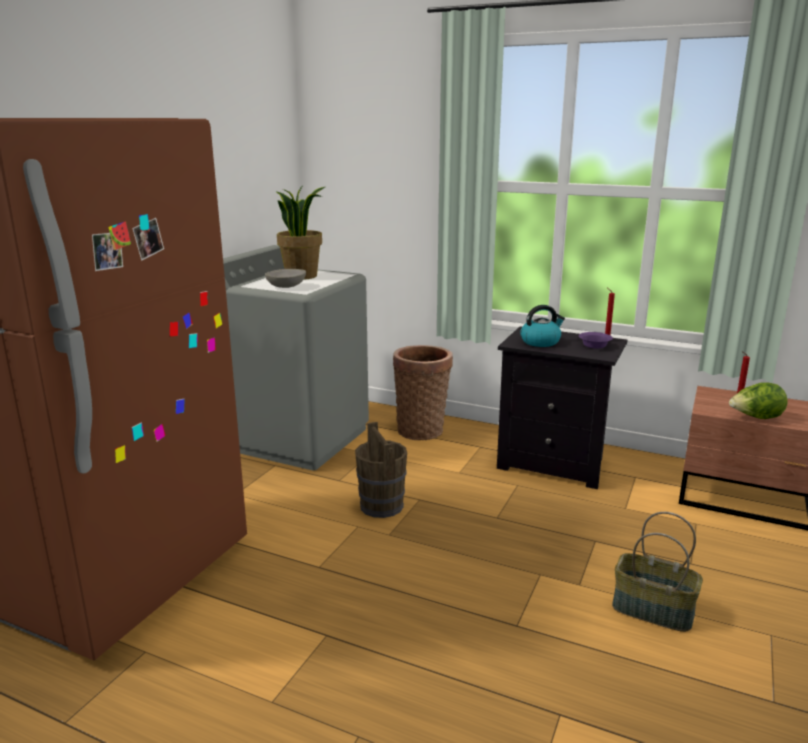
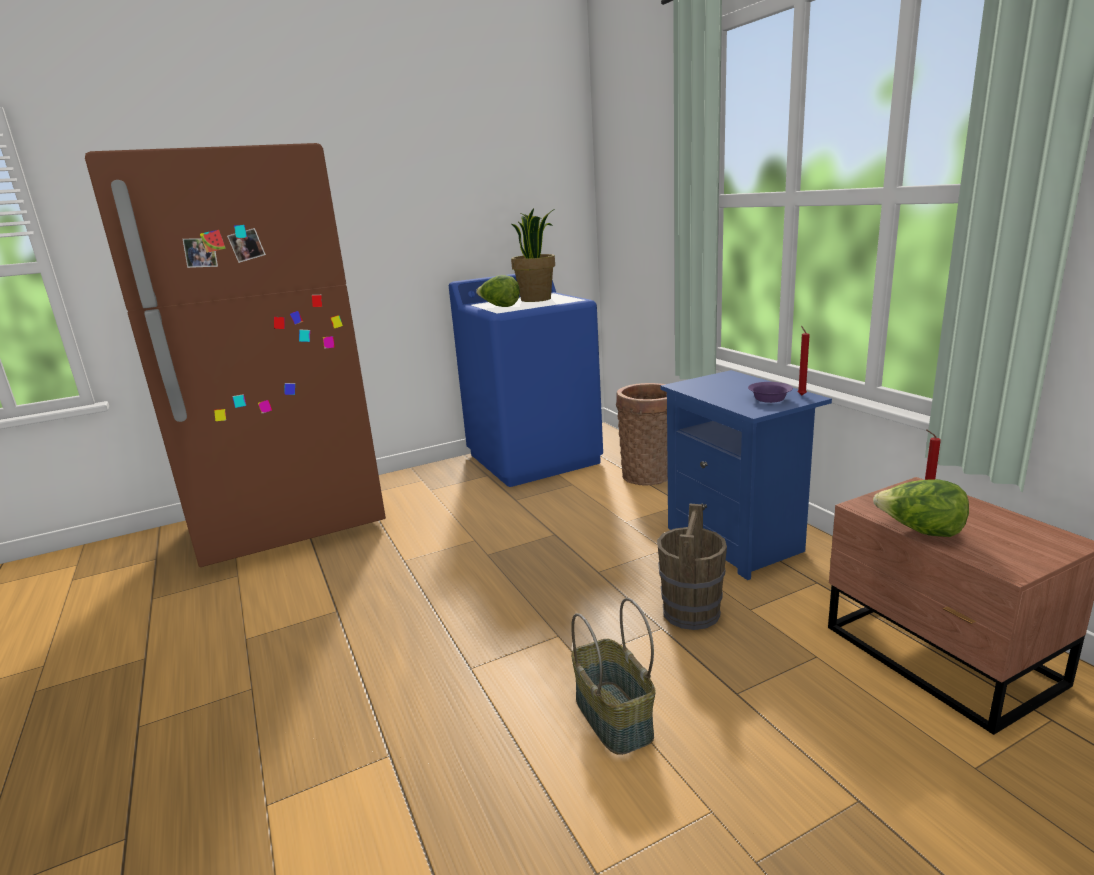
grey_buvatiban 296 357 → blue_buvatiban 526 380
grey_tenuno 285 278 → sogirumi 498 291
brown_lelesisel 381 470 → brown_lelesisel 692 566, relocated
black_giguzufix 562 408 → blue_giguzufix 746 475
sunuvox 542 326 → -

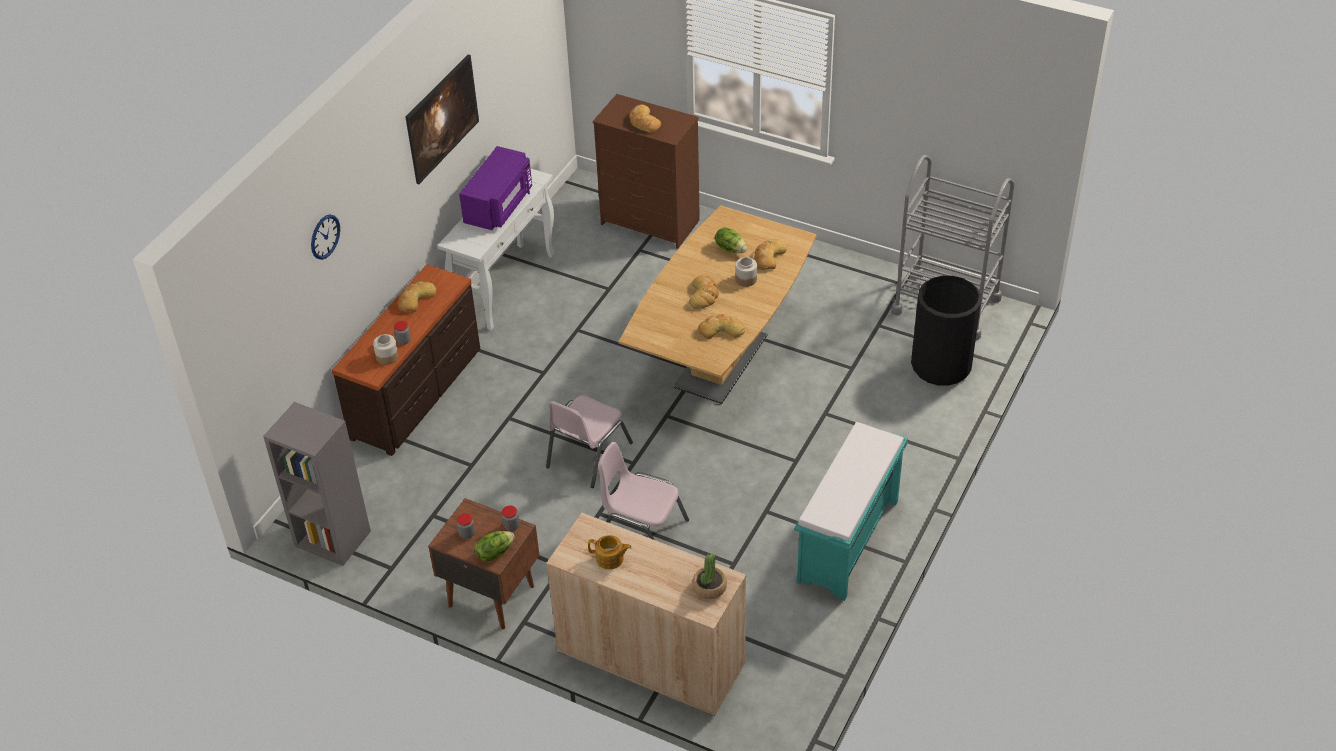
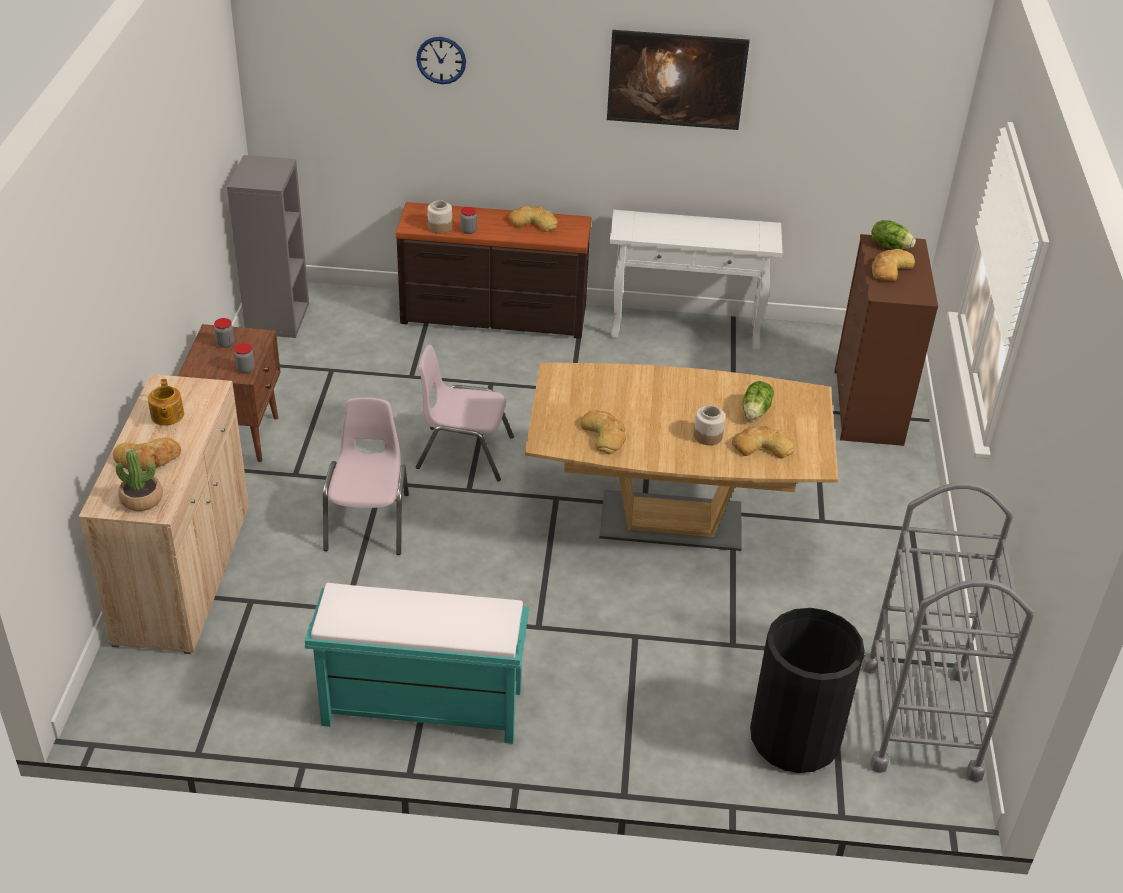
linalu 704 292 → linalu 147 454, relocated
sogirumi 494 546 → sogirumi 894 234, relocated
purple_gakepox 495 188 → -

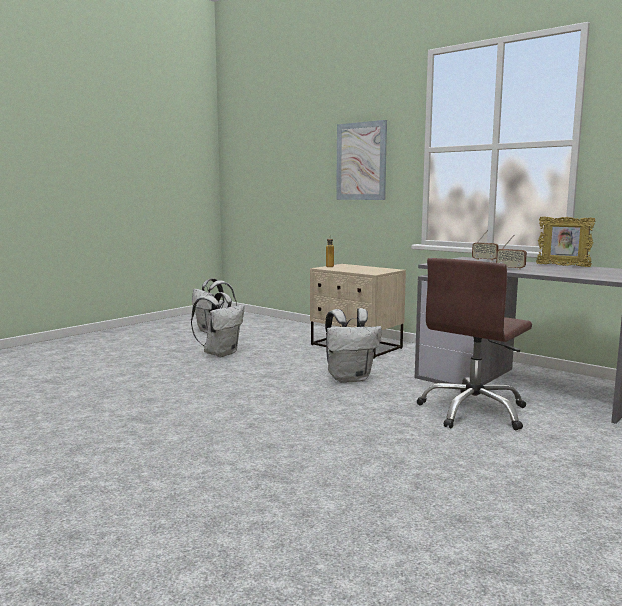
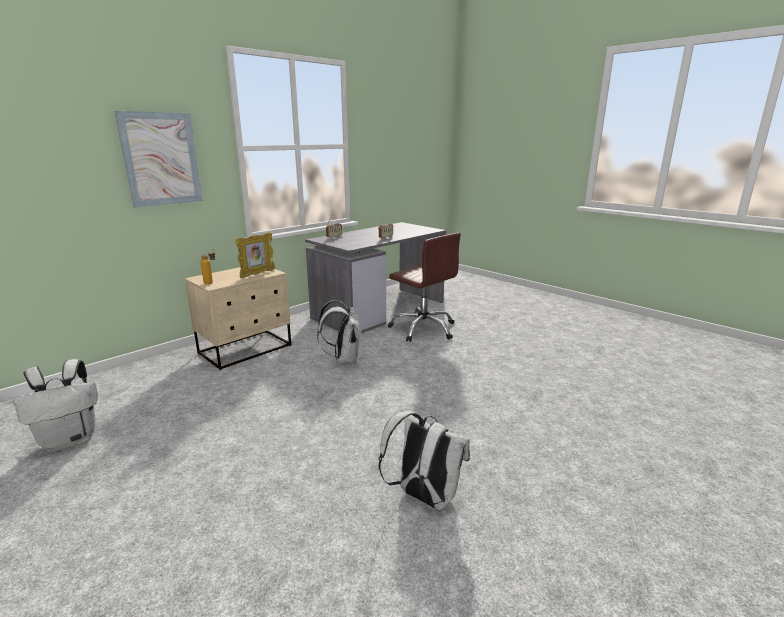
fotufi 565 242 → fotufi 255 255, relocated
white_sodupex 217 324 → white_sodupex 424 460, relocated

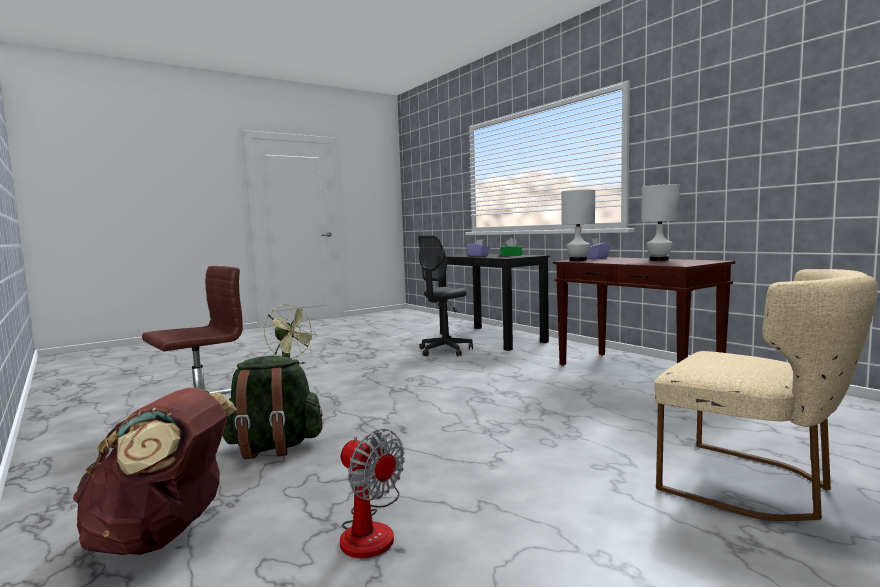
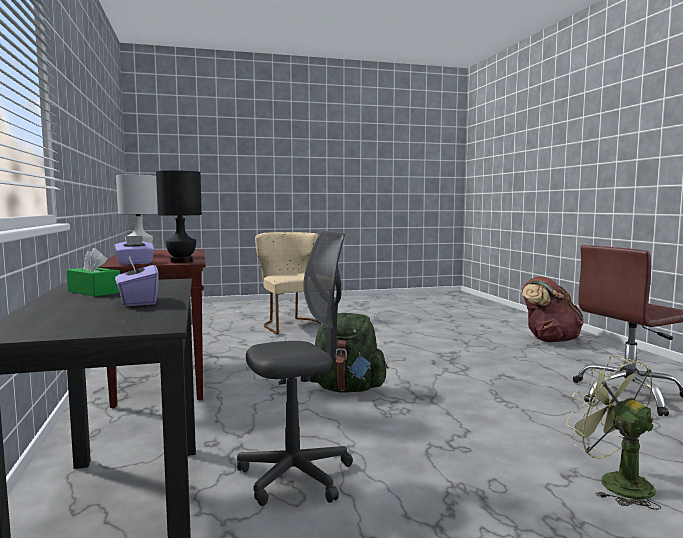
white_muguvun 578 225 → black_muguvun 179 216
green_sodupex 272 407 → green_sodupex 349 353, relocated
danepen 372 493 → -

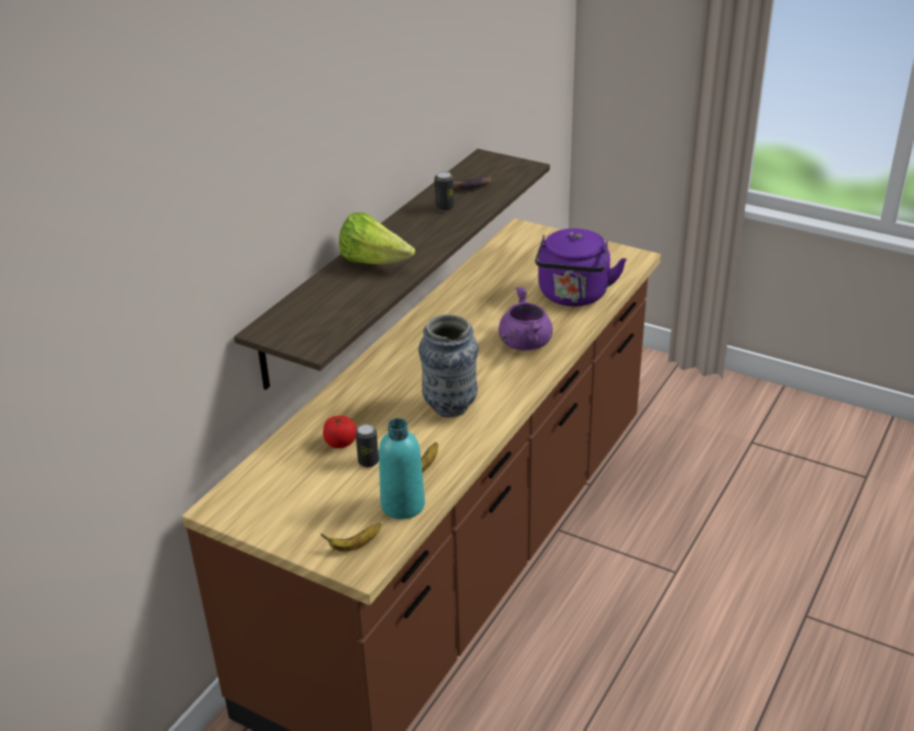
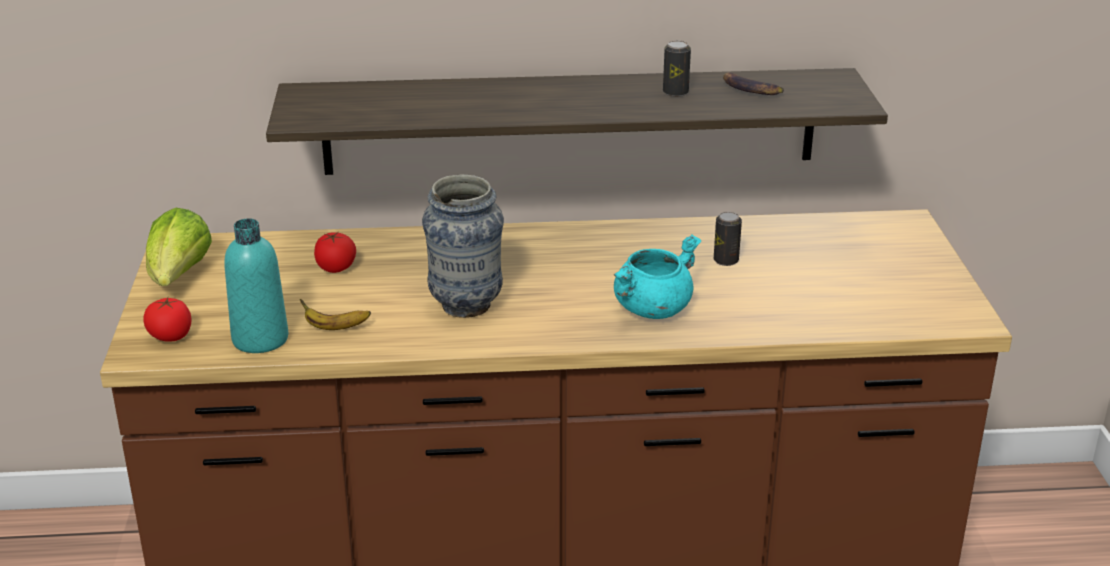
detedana 351 537 → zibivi 167 320
sogirumi 377 238 → sogirumi 179 247, relocated
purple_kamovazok 526 318 → turquoise_kamovazok 657 277
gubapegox 367 445 → gubapegox 728 239, relocated
purple_sunuvox 581 267 → -

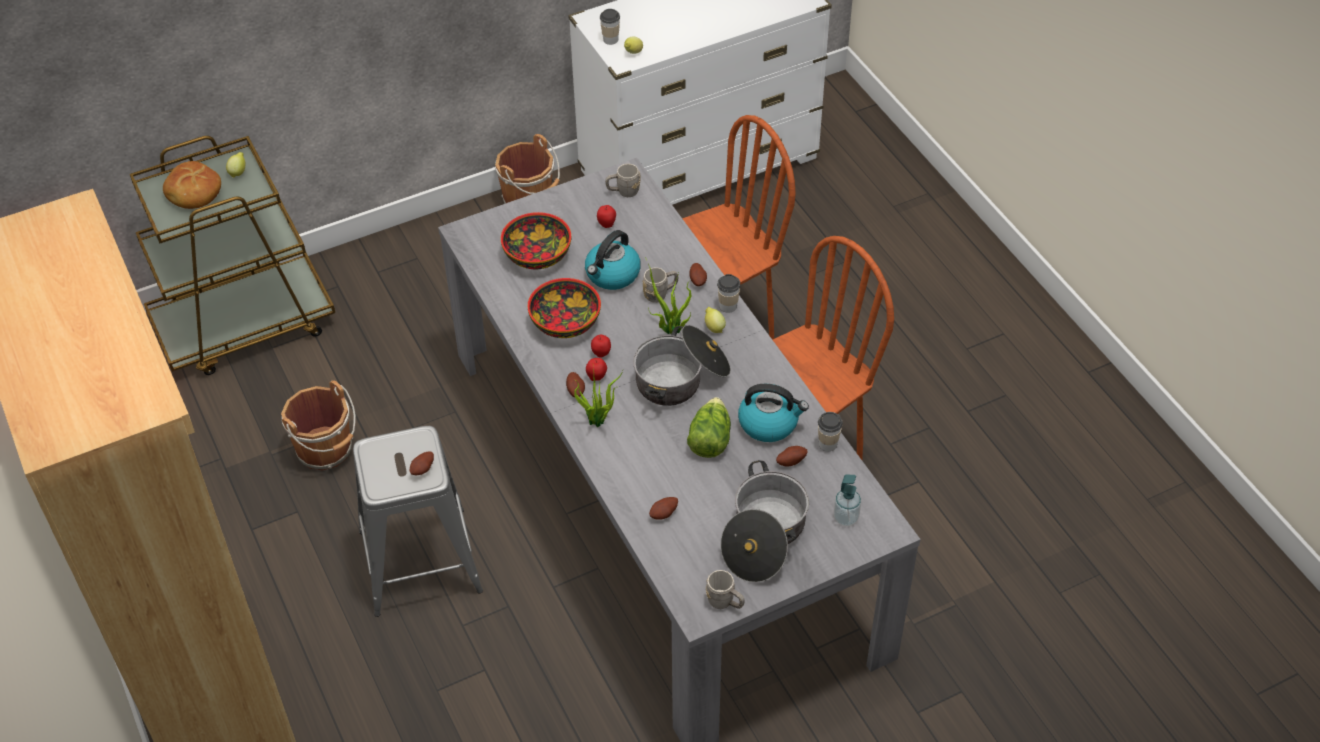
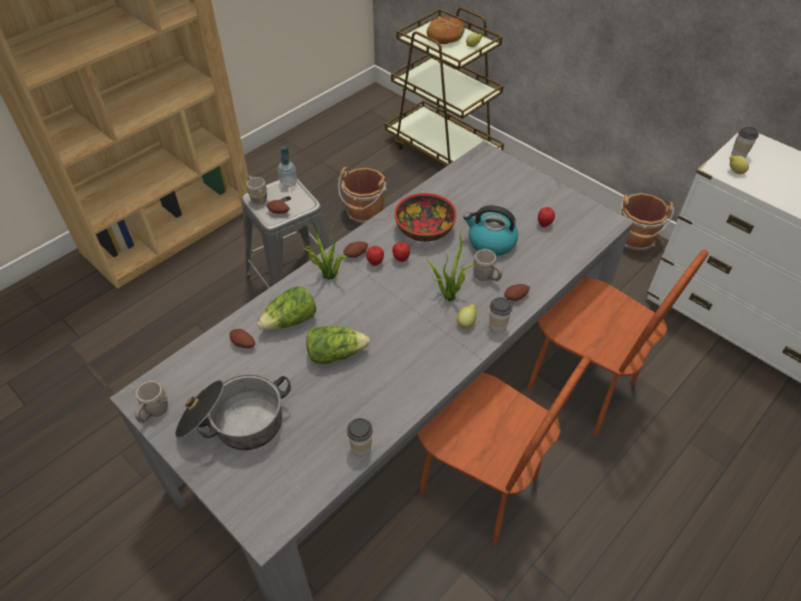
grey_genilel 623 180 → grey_genilel 257 190, relocated
- → sogirumi 286 308
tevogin 847 500 → tevogin 287 167, relocated
tenuno 536 240 → -
kamovazok 682 365 → -
sunuvox 773 413 → -
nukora 792 456 → -

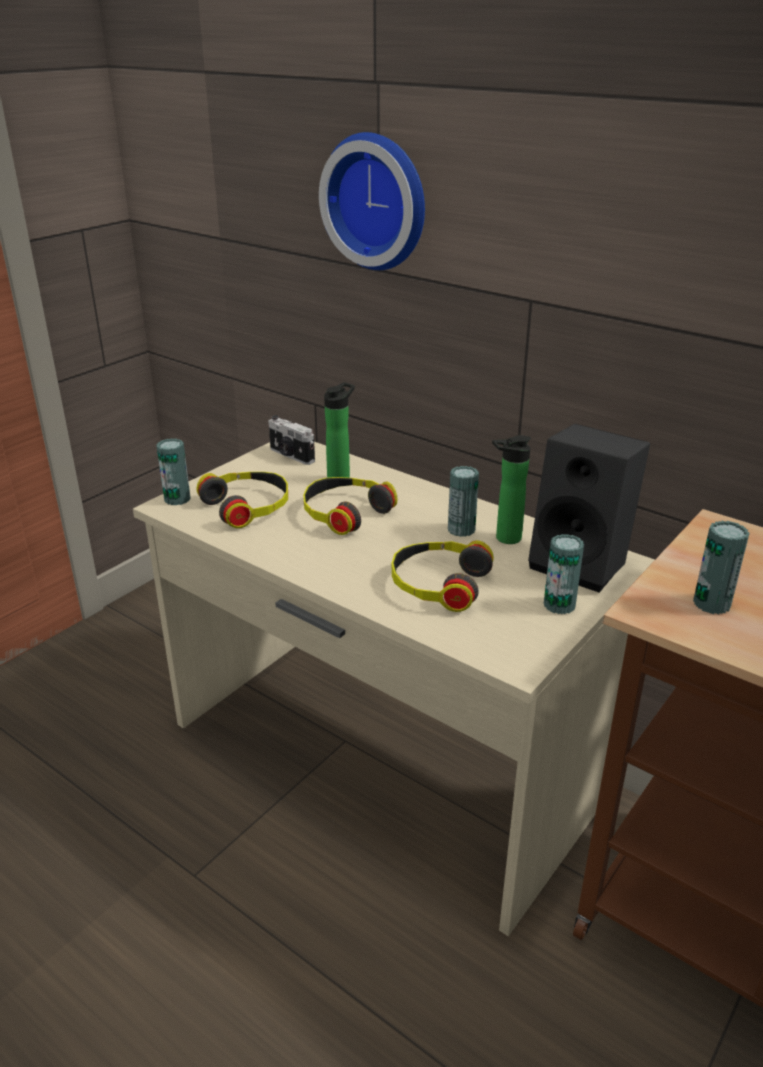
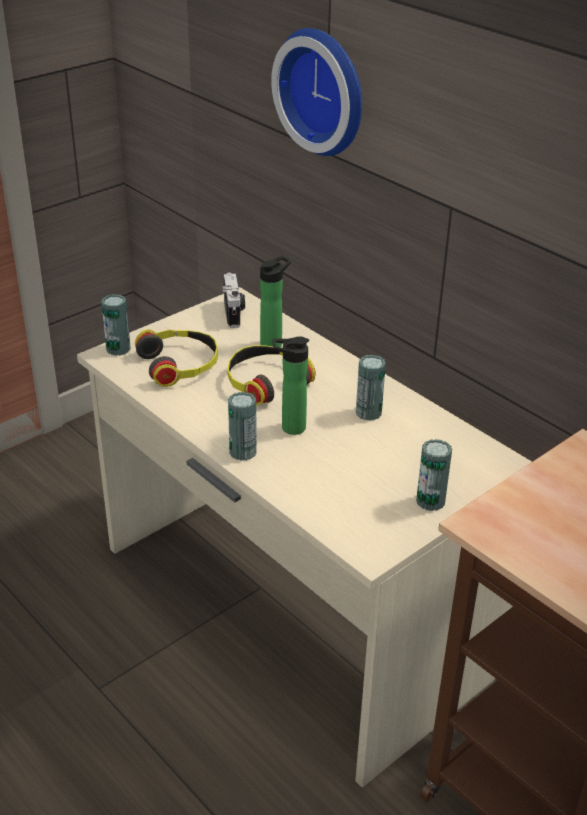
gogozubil 291 440 → gogozubil 233 300, 150 degrees counterclockwise
gubapegox 721 567 → gubapegox 242 426, relocated
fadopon 511 489 → fadopon 291 386, relocated
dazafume 443 576 → -
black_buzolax 589 508 → -

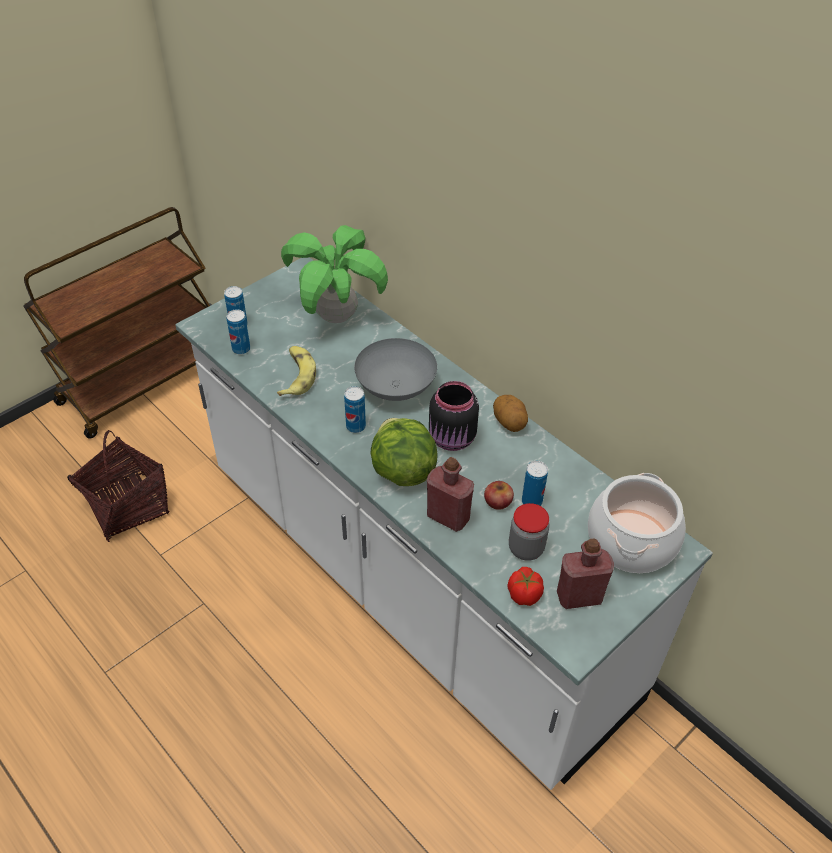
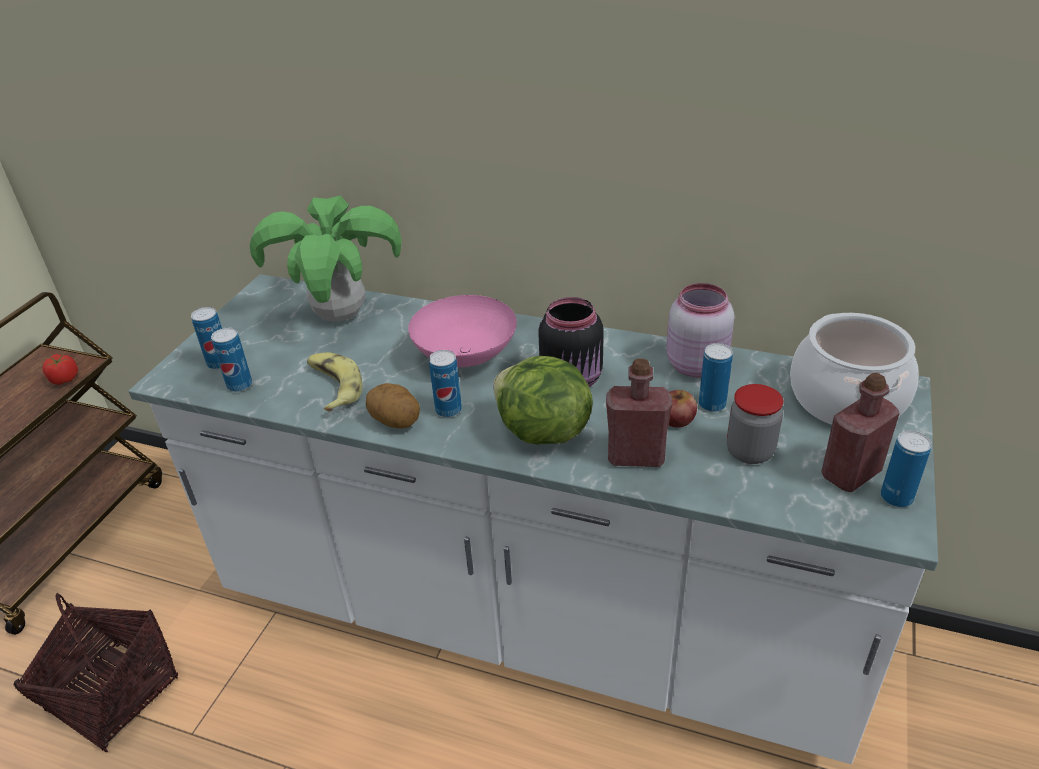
zibivi 525 586 → zibivi 60 369, relocated
nukora 510 413 → nukora 393 406, relocated
grey_tenuno 395 369 → pink_tenuno 462 331
- → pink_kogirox 700 330
- → gubapegox 906 469

